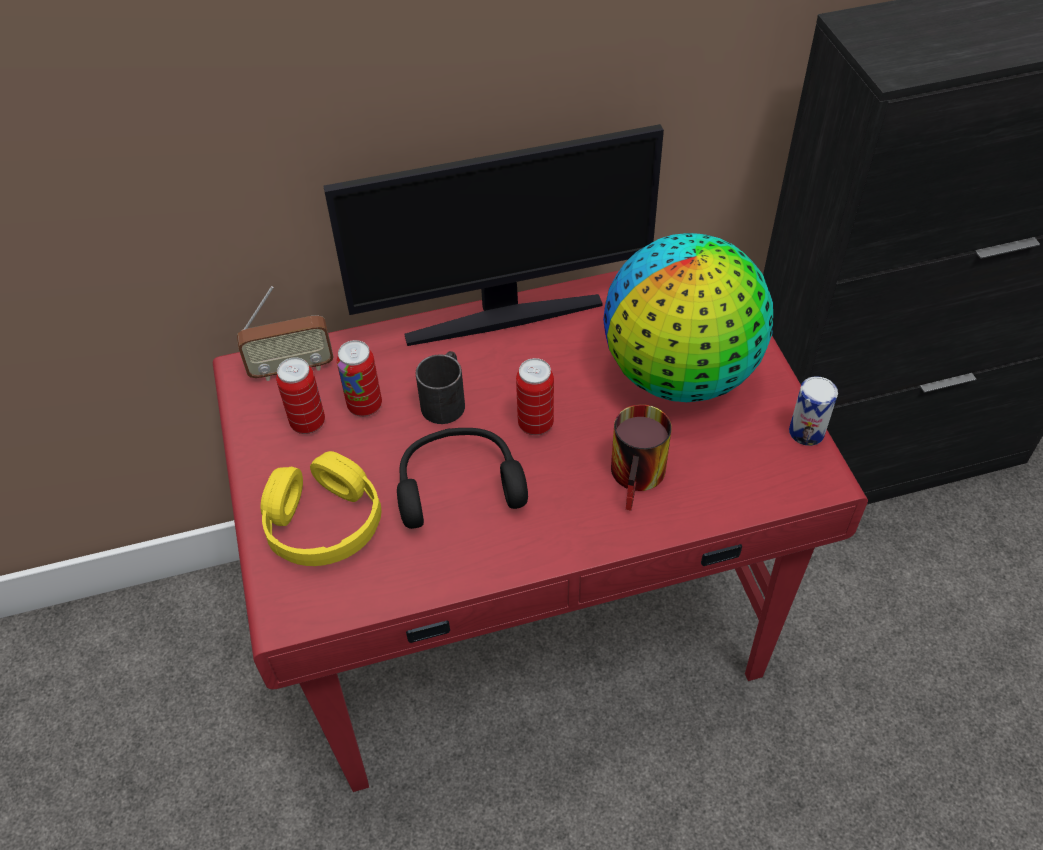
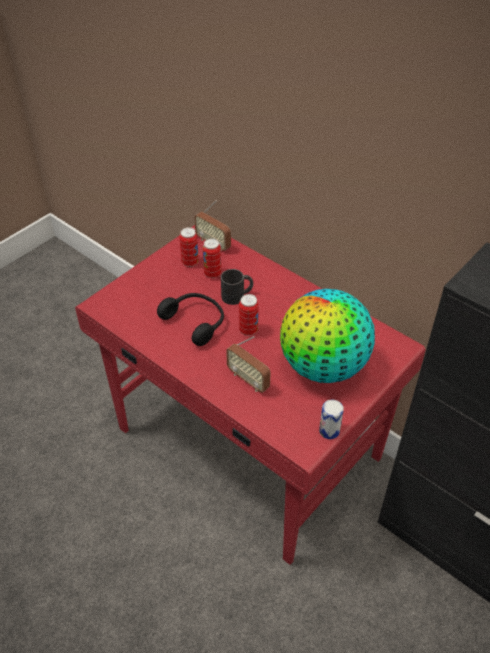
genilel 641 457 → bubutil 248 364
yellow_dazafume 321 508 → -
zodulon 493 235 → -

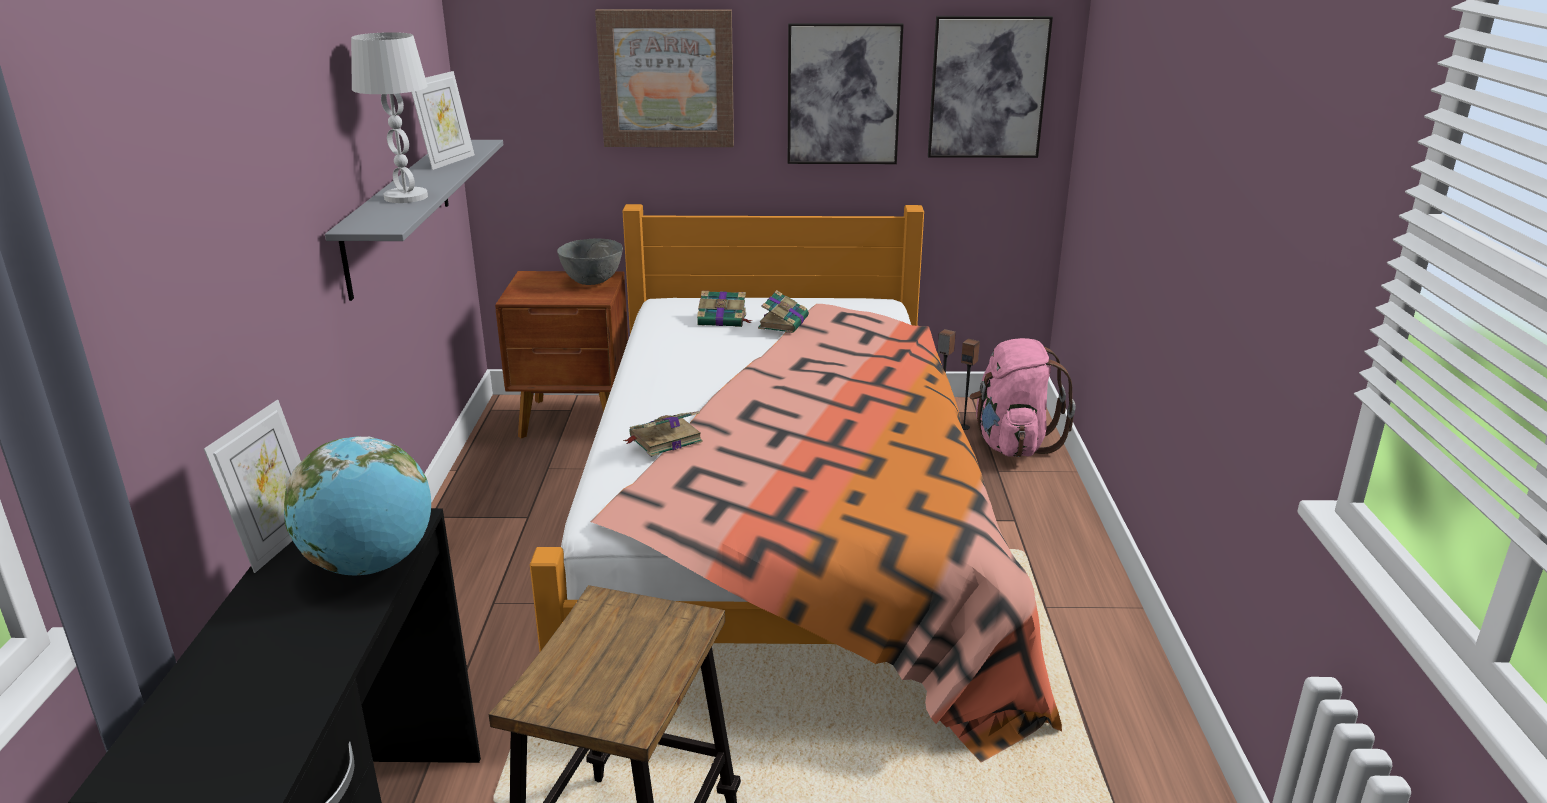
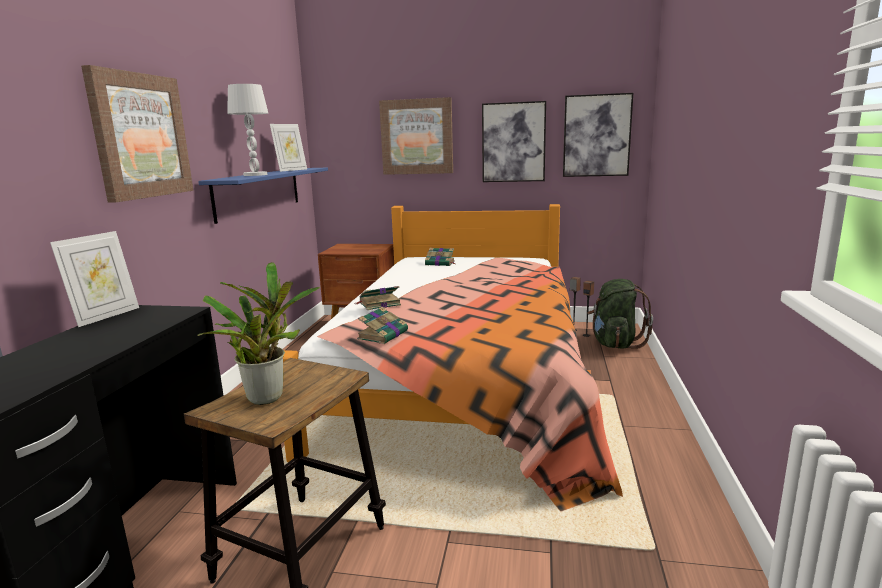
- → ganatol 137 134
- → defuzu 258 333
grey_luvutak 414 220 → blue_luvutak 263 196
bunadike 783 311 → bunadike 382 325, relocated
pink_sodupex 1022 397 → green_sodupex 620 314
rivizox 357 506 → -
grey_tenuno 590 261 → -

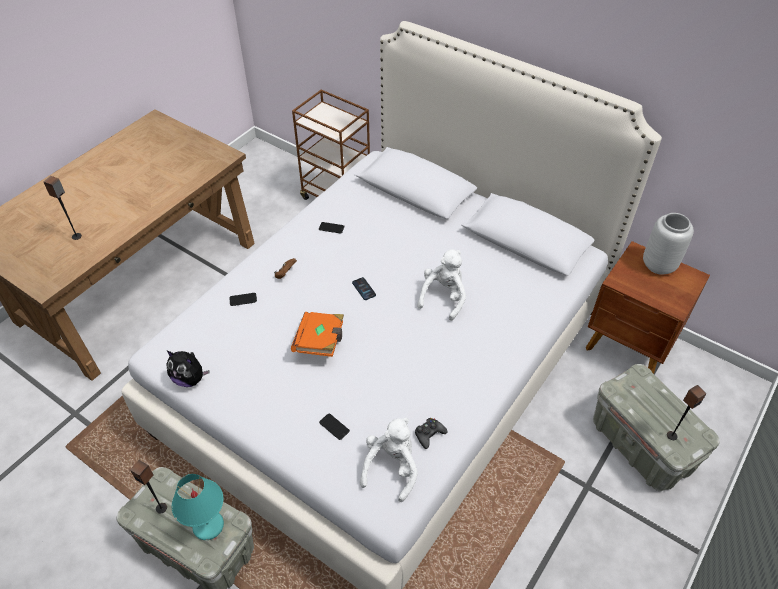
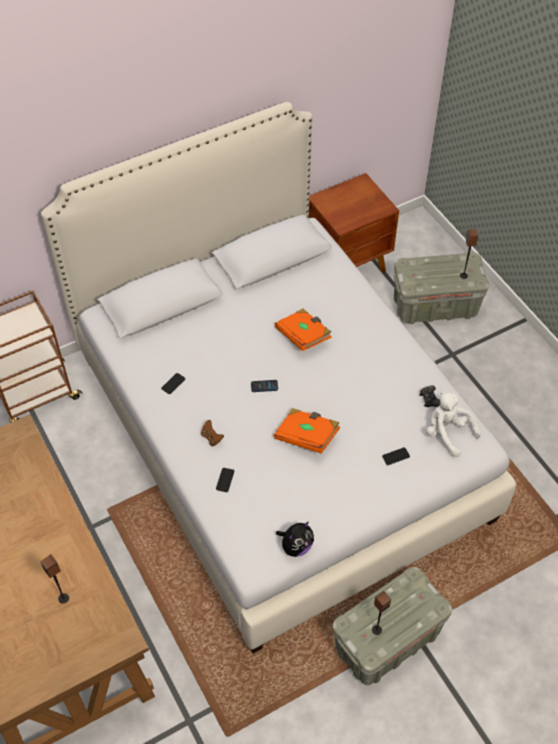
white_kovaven 441 285 → orange_bunadike 303 329
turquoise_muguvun 198 507 → -
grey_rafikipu 668 244 → -

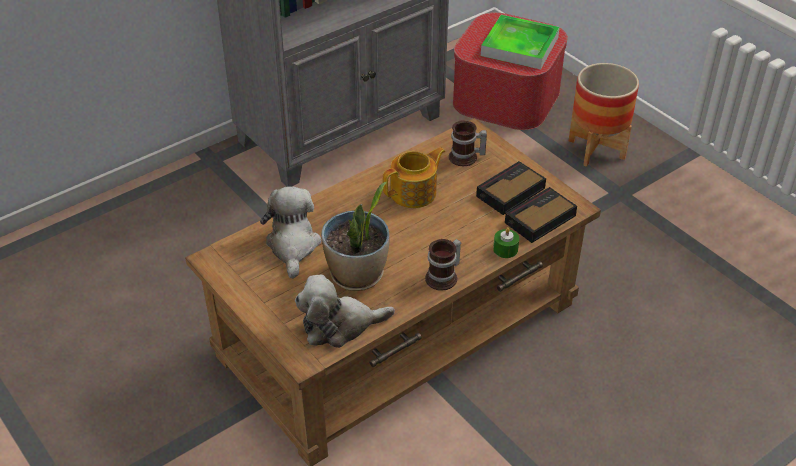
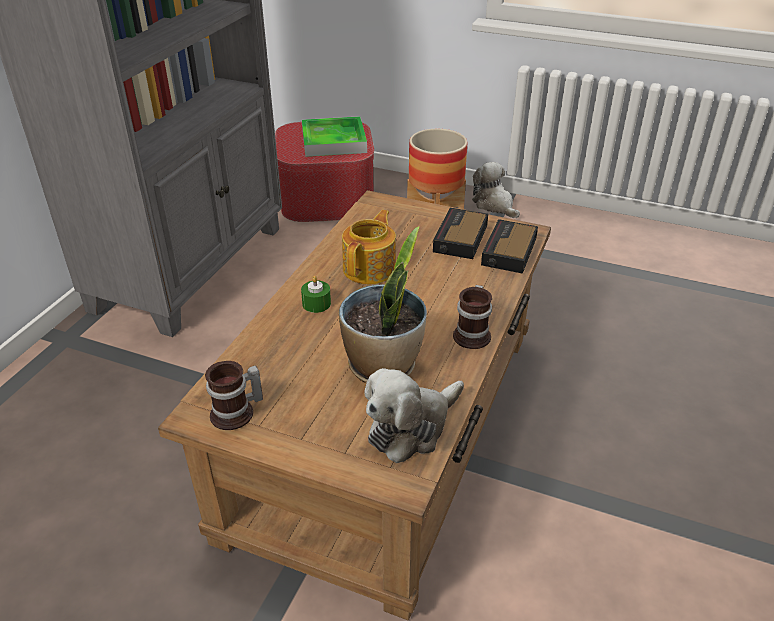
genilel 468 143 → genilel 234 395, relocated
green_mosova 506 242 → green_mosova 316 294, relocated
kovaven 290 232 → kovaven 496 190, relocated

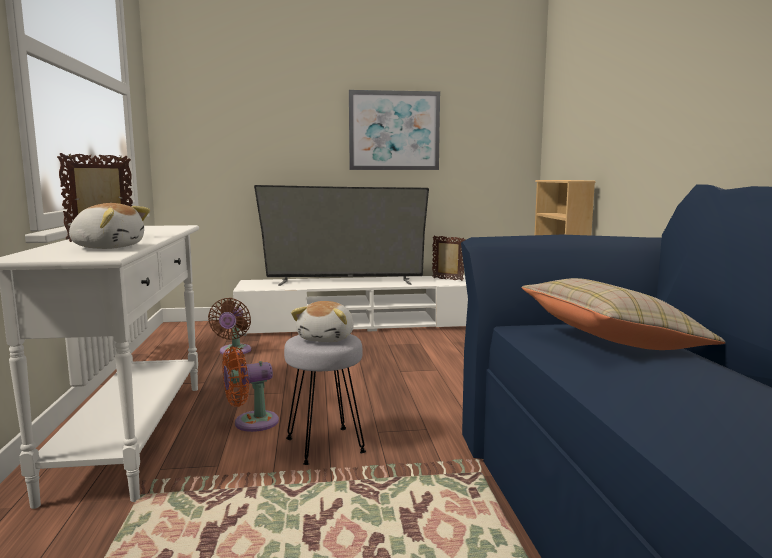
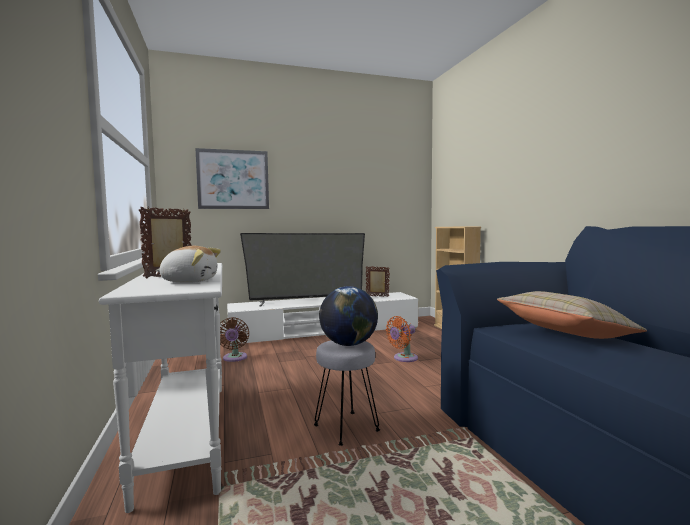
ganatol 394 130 → ganatol 232 178, relocated
kovaven 322 321 → rivizox 348 316
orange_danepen 250 389 → orange_danepen 402 339, relocated

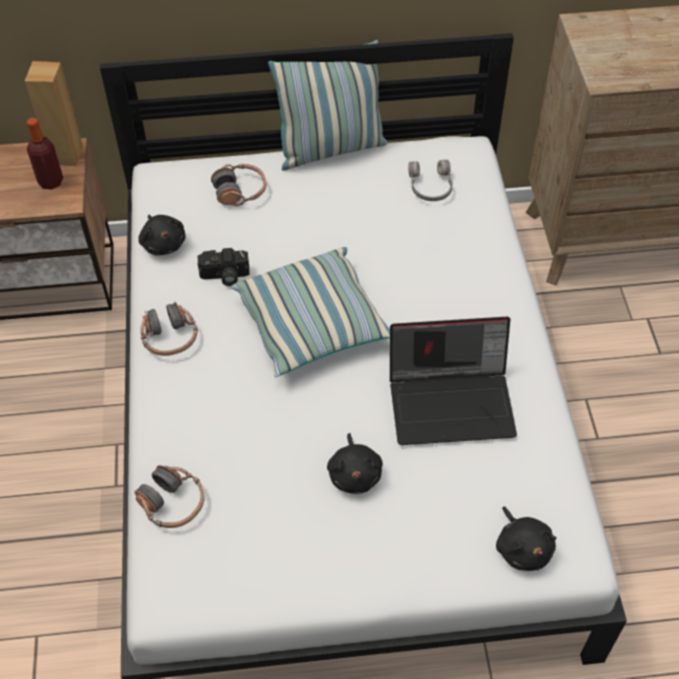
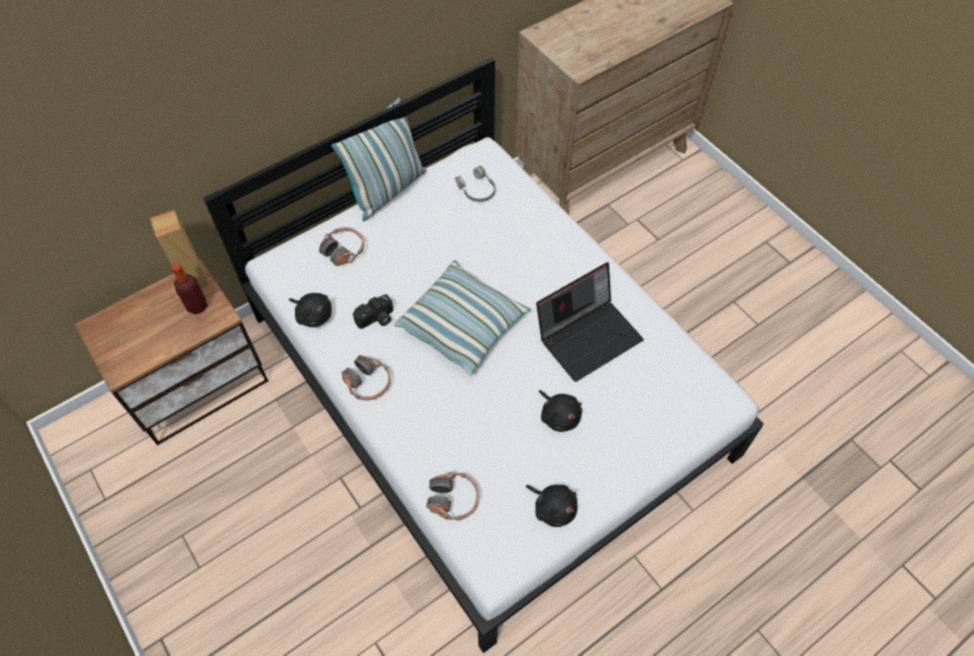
black_kovaven 526 538 → black_kovaven 552 506, relocated

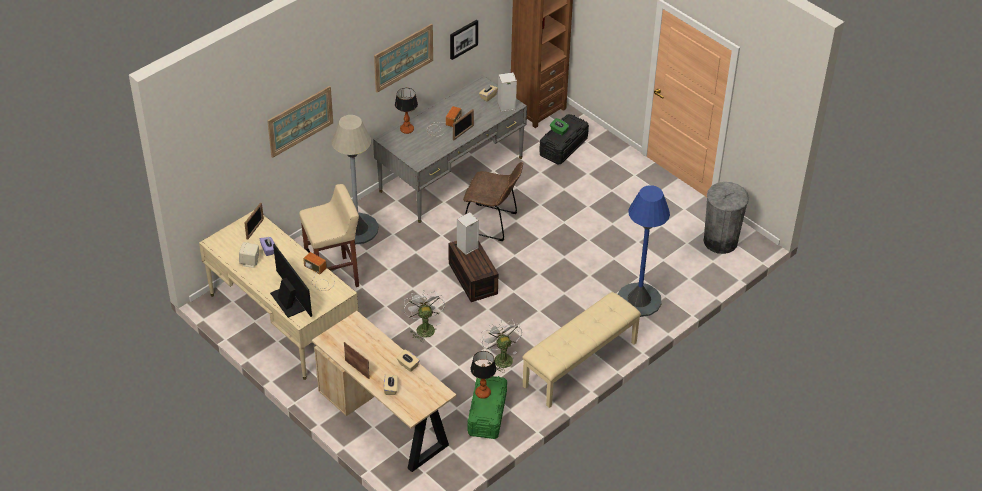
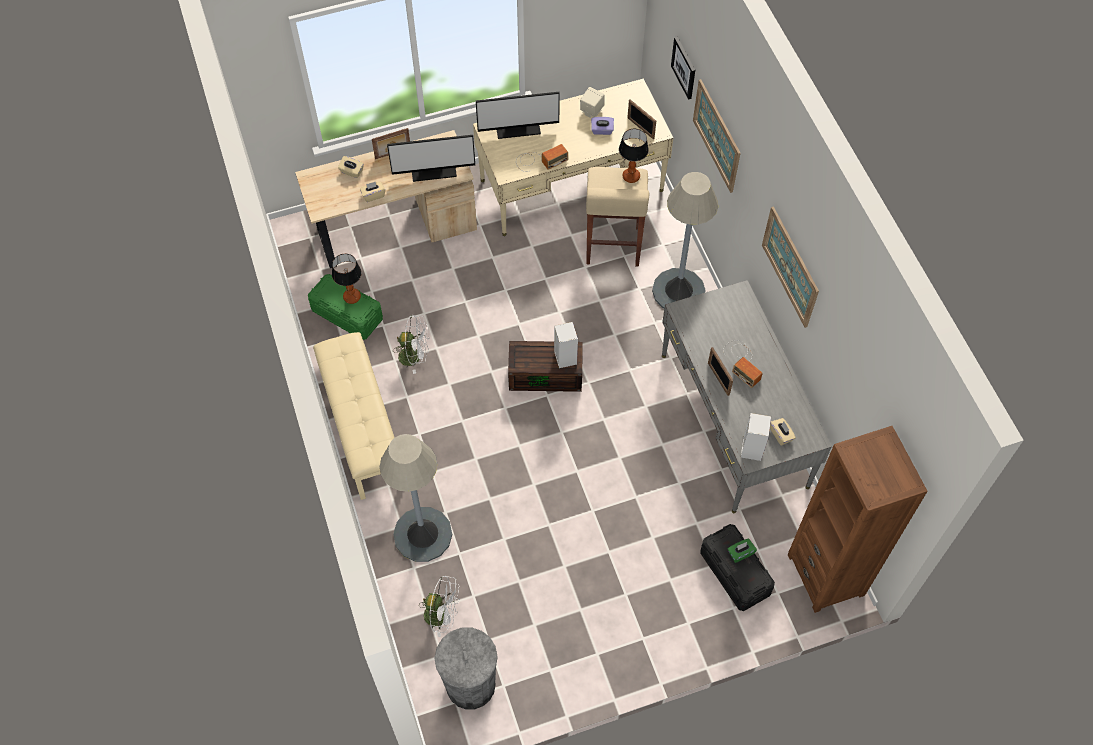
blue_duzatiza 644 251 → grey_duzatiza 416 498
- → zodulon 431 158
white_danepen 424 316 → white_danepen 439 606, relocated
muguvun 406 111 → muguvun 634 155, relocated
ganatol 464 40 → ganatol 683 68, relocated
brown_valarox 493 201 → -

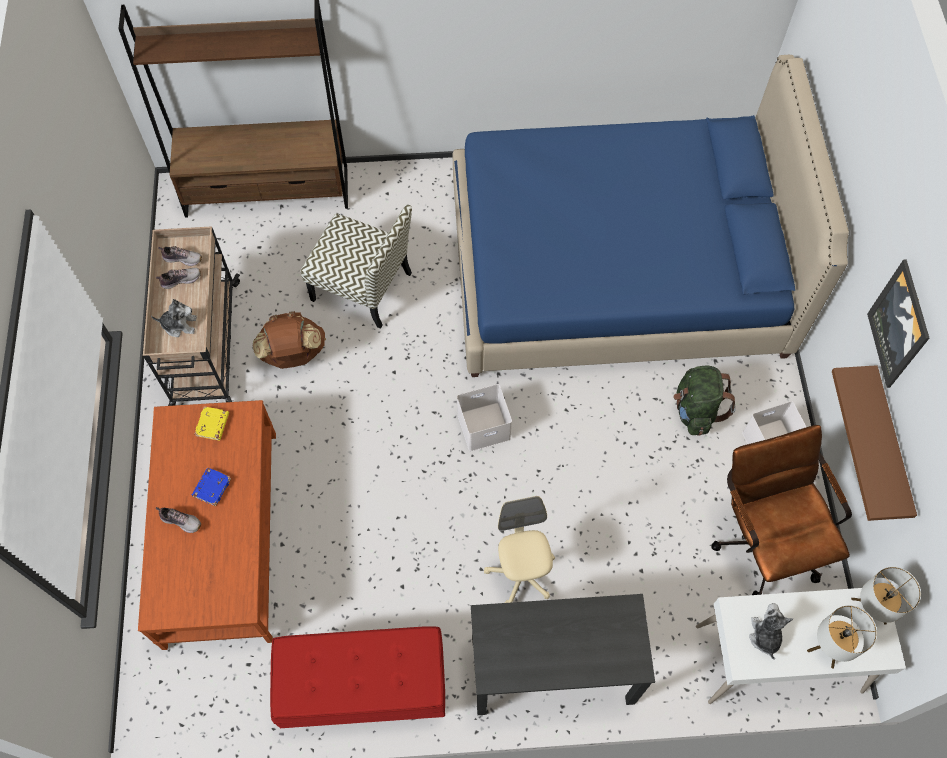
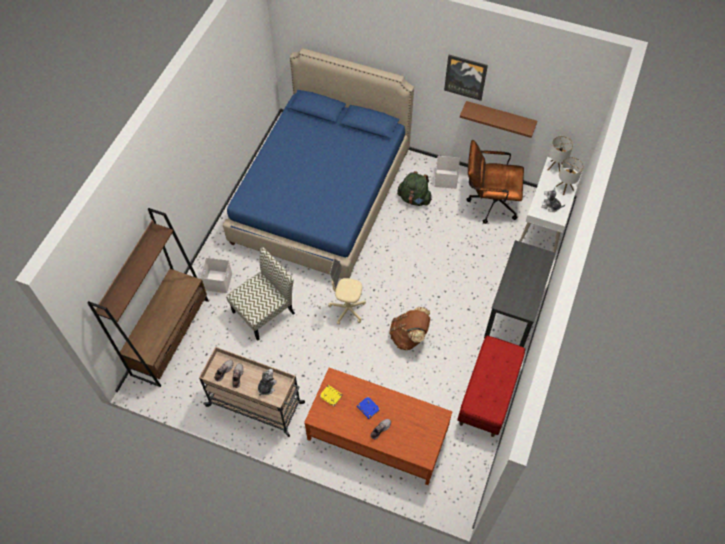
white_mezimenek 484 417 → white_mezimenek 216 275, relocated
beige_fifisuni 519 549 → beige_fifisuni 347 292, relocated
brown_sodupex 289 340 → brown_sodupex 409 328, relocated

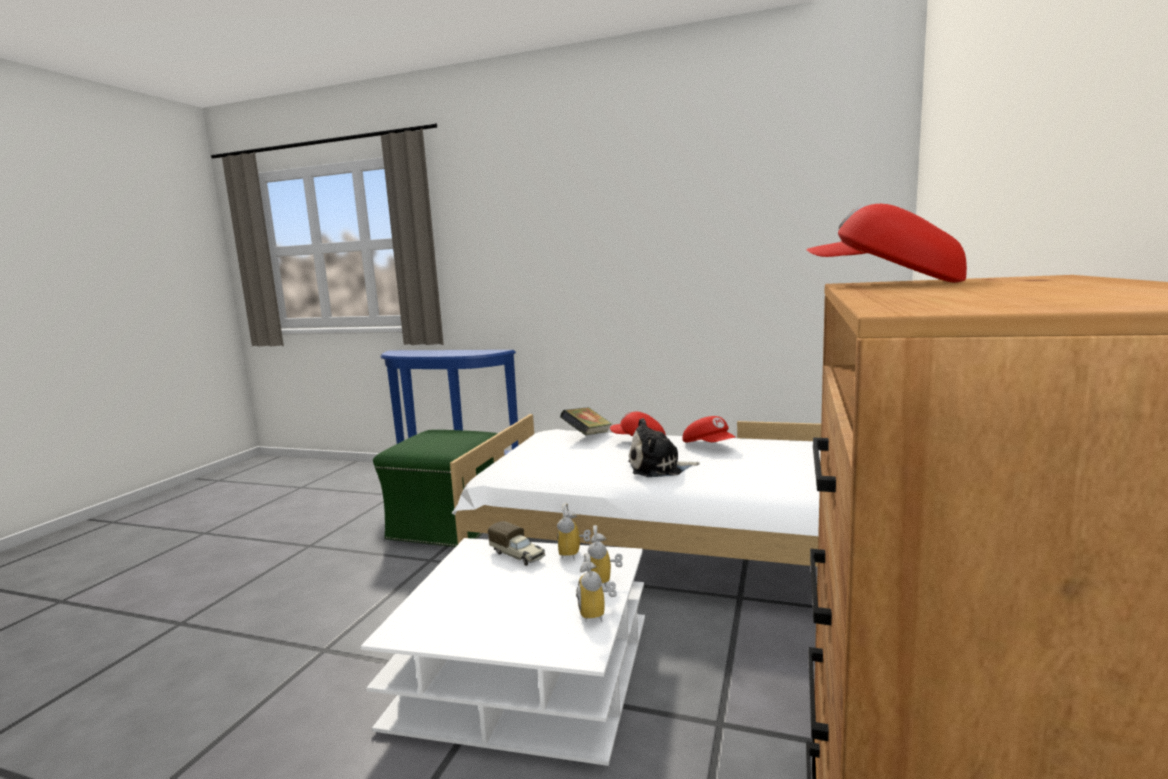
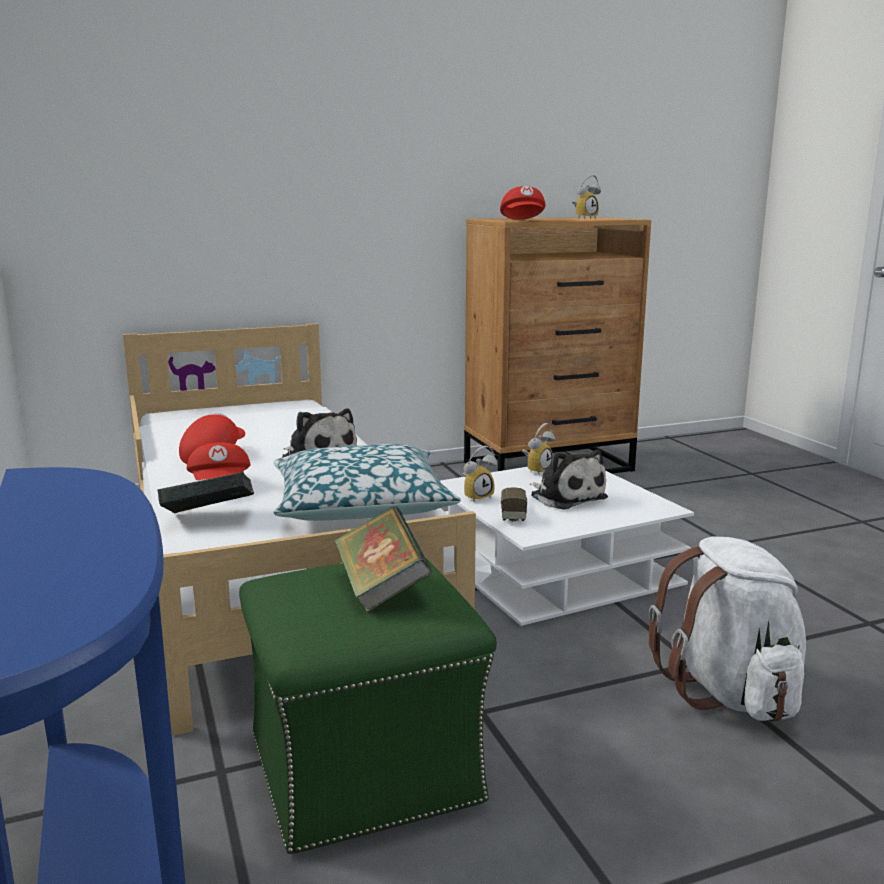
- → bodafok 367 482
- → bunadike 383 559
- → kovaven 569 480
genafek 605 557 → genafek 586 197, relocated
- → white_sodupex 727 629

